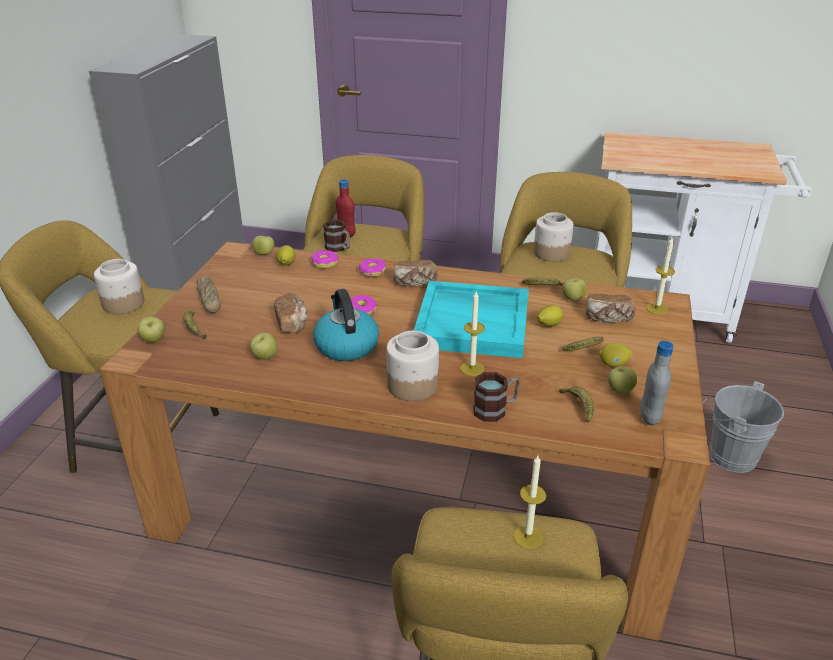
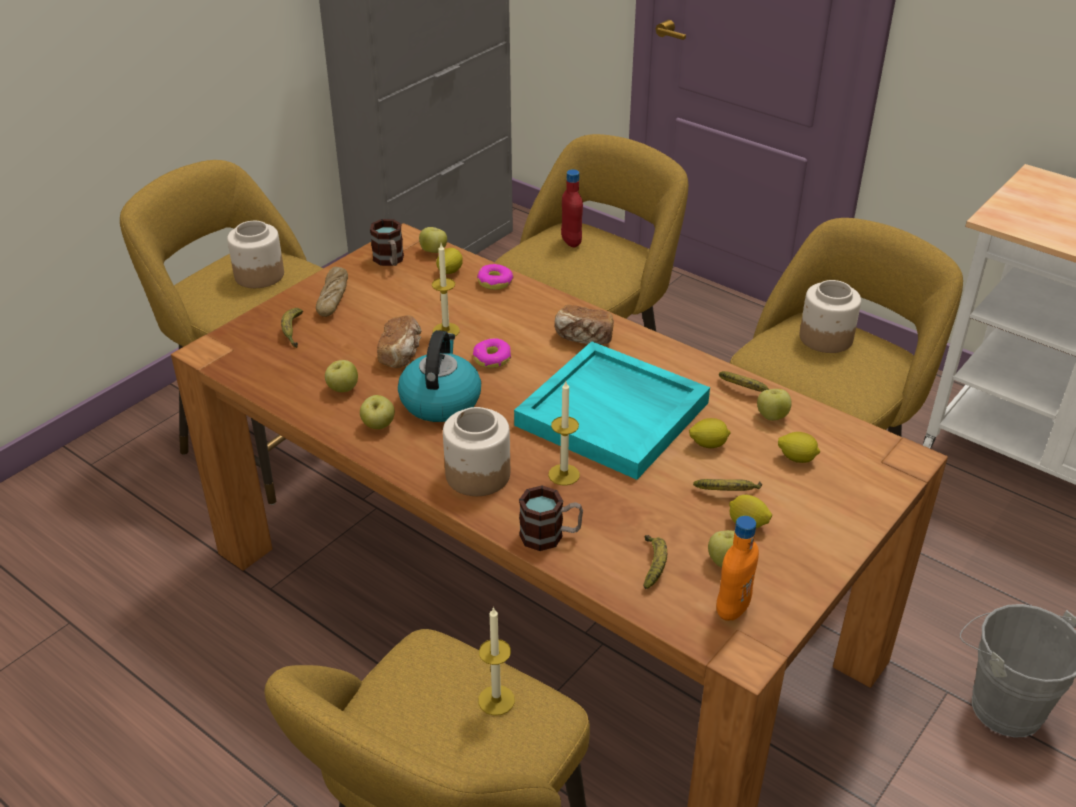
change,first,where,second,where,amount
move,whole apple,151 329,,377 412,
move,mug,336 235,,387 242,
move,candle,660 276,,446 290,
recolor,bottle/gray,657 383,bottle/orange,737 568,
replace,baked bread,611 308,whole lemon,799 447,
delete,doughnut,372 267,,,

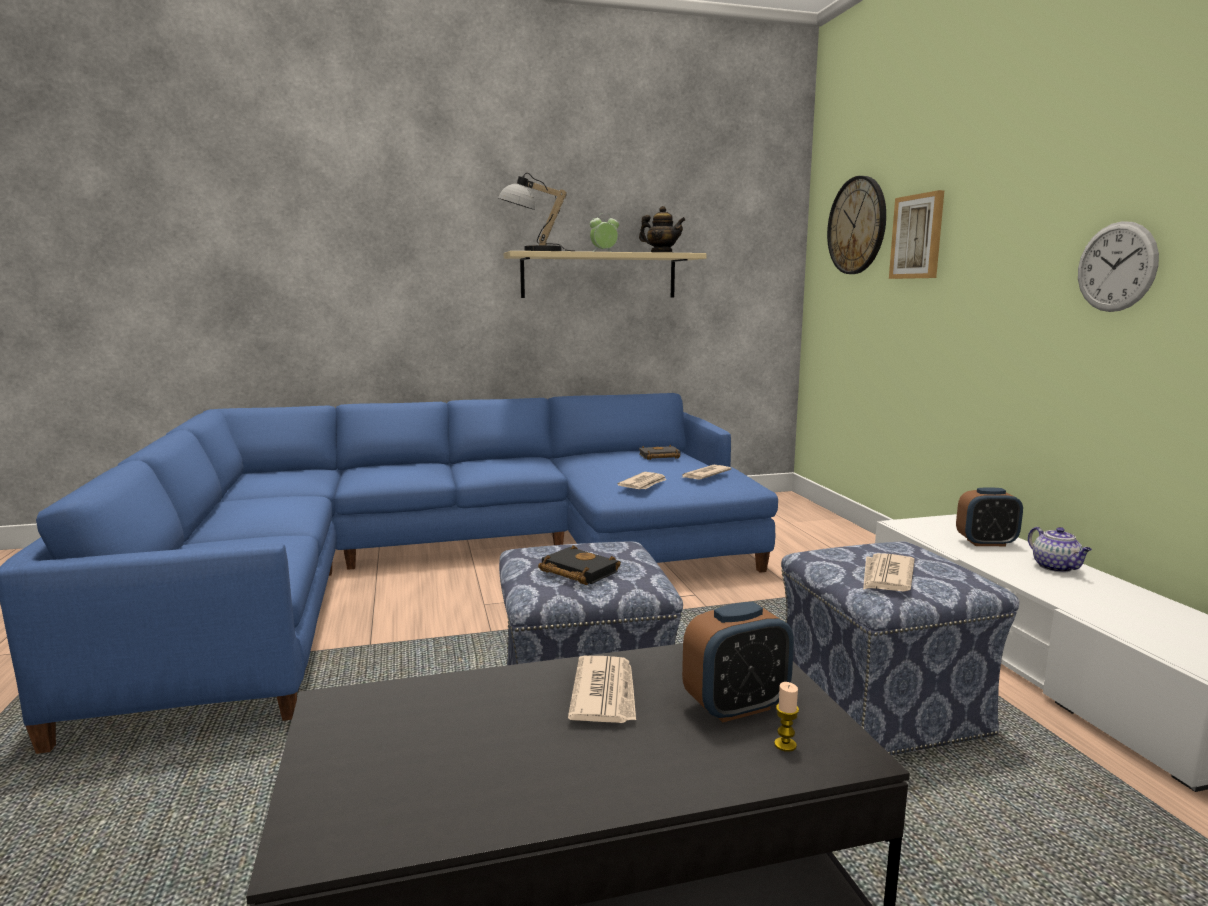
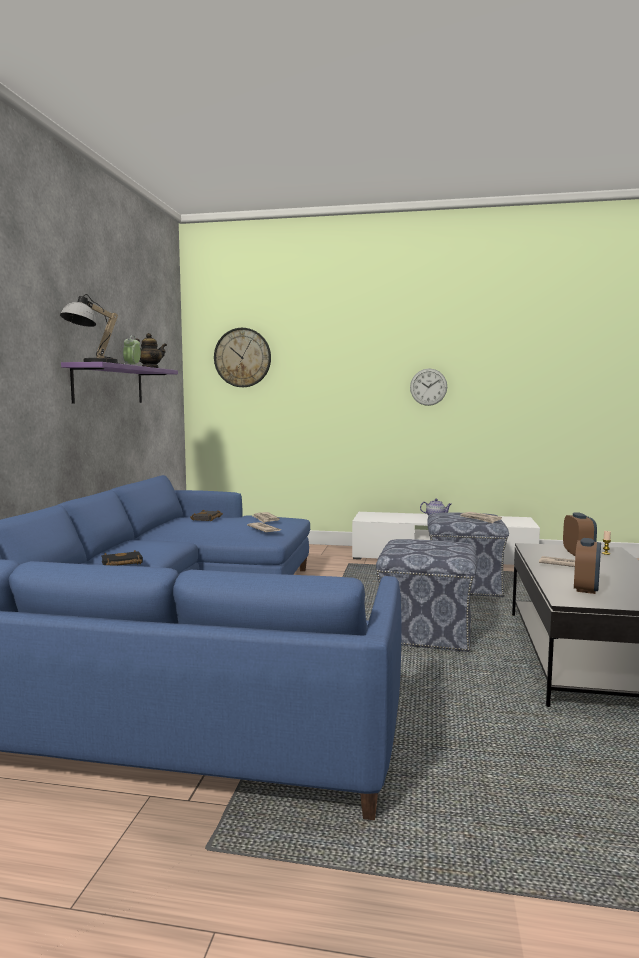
change,first,where,second,where,amount
recolor,shelf/beige,605 274,shelf/purplish,119 383,
move,bound book/blackish,579 565,,122 558,
move,alarm clock,989 516,,587 566,
delete,wall picture,916 234,,,

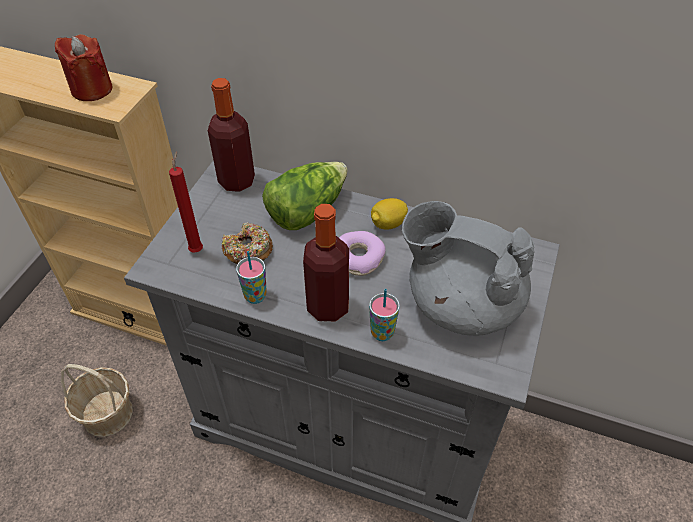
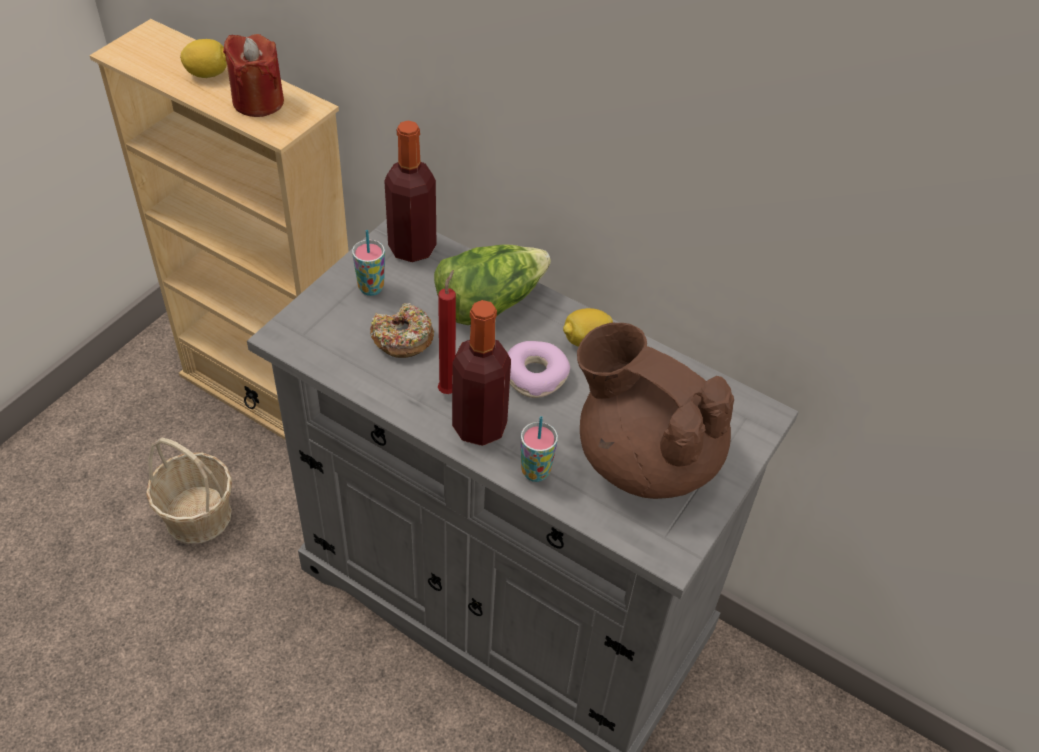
change,first,where,second,where,amount
insert,,,whole lemon,203 58,
move,drinking cup,251 277,,368 263,
move,candle/red-coloured,186 202,,447 332,
recolor,teapot/gray,468 268,teapot/brownish,655 410,

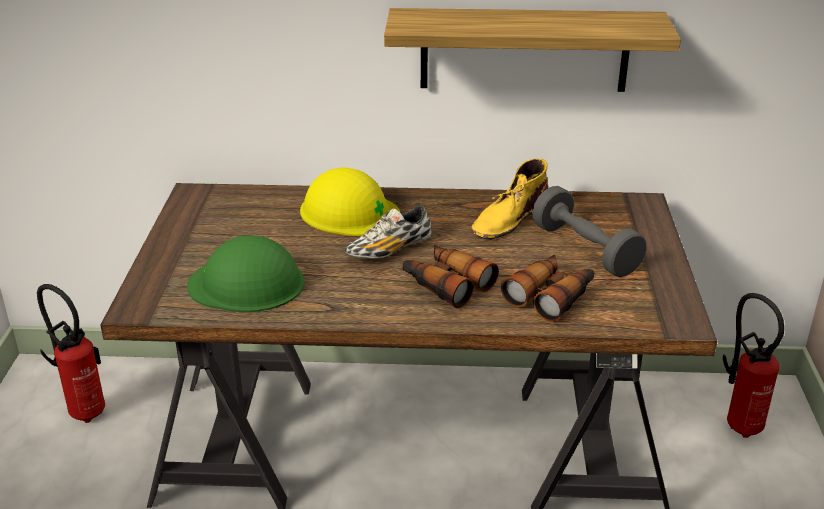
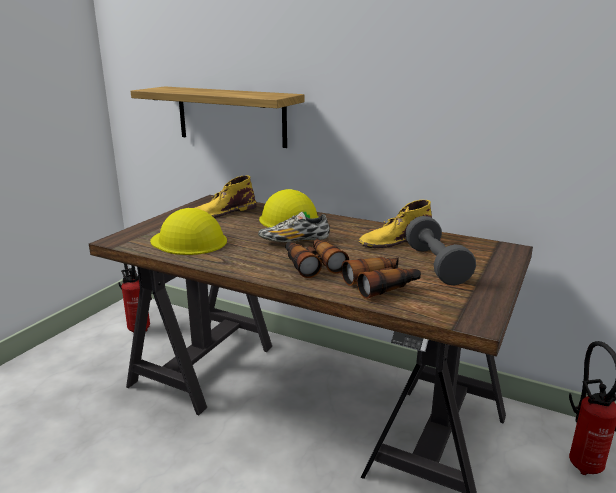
change,first,where,second,where,amount
move,shelf,532 50,,217 117,
recolor,hard hat/green-coloured,246 273,hard hat/yellow-coloured,188 231,
insert,,,tall boot/yellow-coloured,226 196,

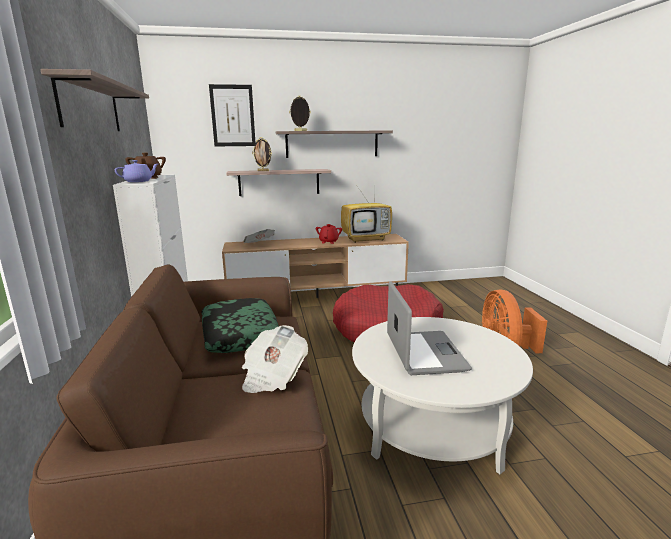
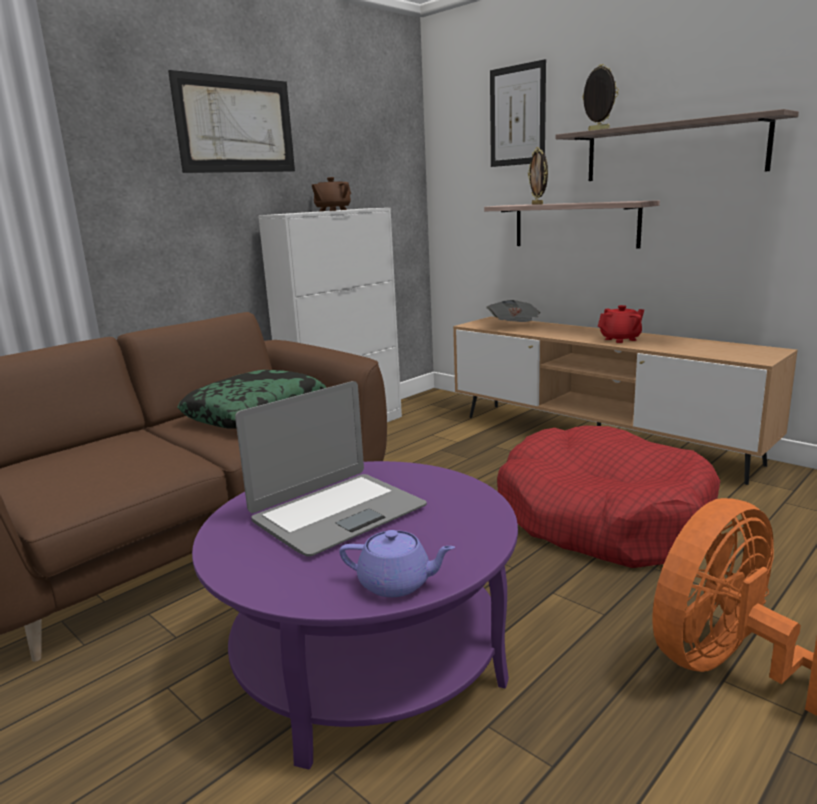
change,first,where,second,where,amount
replace,shelf,94 100,wall picture,231 121,
recolor,low table/whitish,442 395,low table/purplish,355 615,
move,teapot/purplish,136 171,,397 563,
delete,newspaper,275 359,,,
delete,TV,366 211,,,

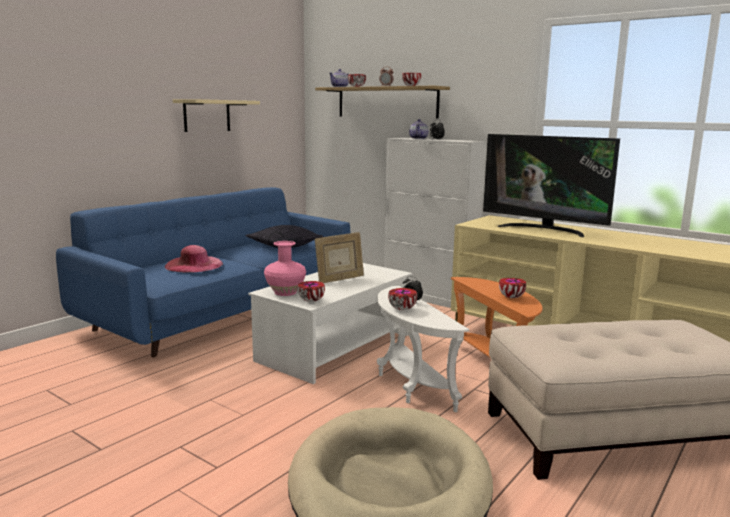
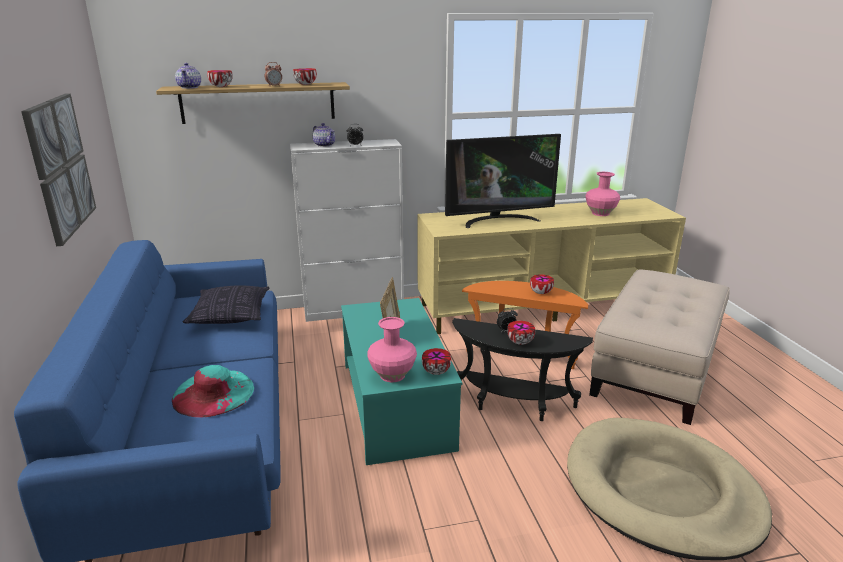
change,first,where,second,where,amount
replace,shelf/beige,216 115,wall picture,58 169,
recolor,hat/pink,194 259,hat/turquoise,213 391,
recolor,low table/whitish,330 323,low table/turquoise,401 381,
recolor,end table/whitish,423 348,end table/blackish,522 369,
insert,,,decorative vase/pink,603 194,

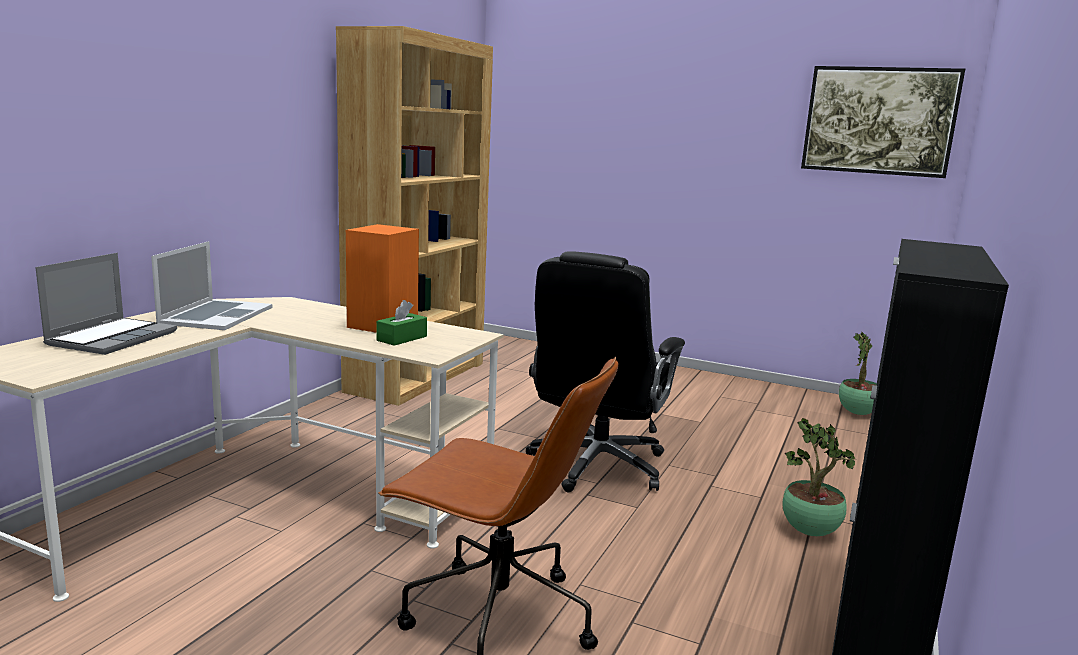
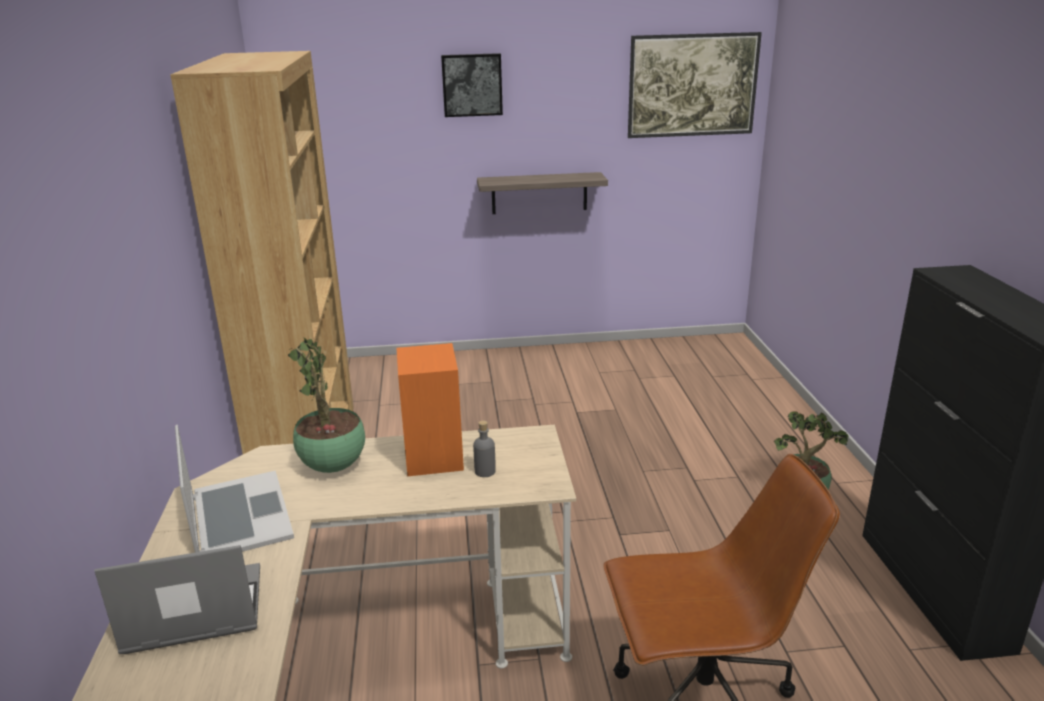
change,first,where,second,where,amount
rotate,laptop,106 304,,177 599,90 degrees counterclockwise
move,plant in a pot,858 373,,326 405,
insert,,,wall picture,472 85,
replace,box of tissues/green-coloured,402 323,bottle/gray,484 448,
insert,,,shelf,542 193,
delete,office chair/blackish,605 371,,,

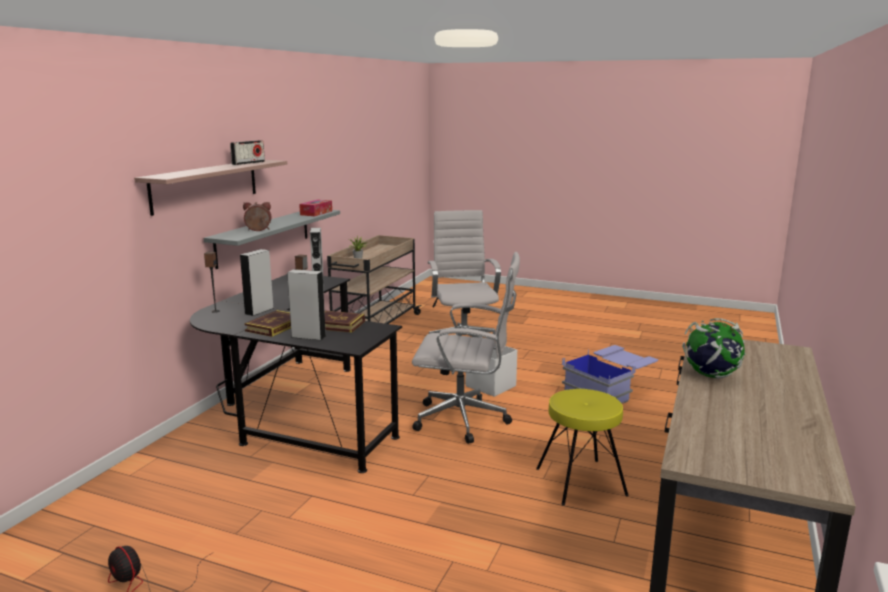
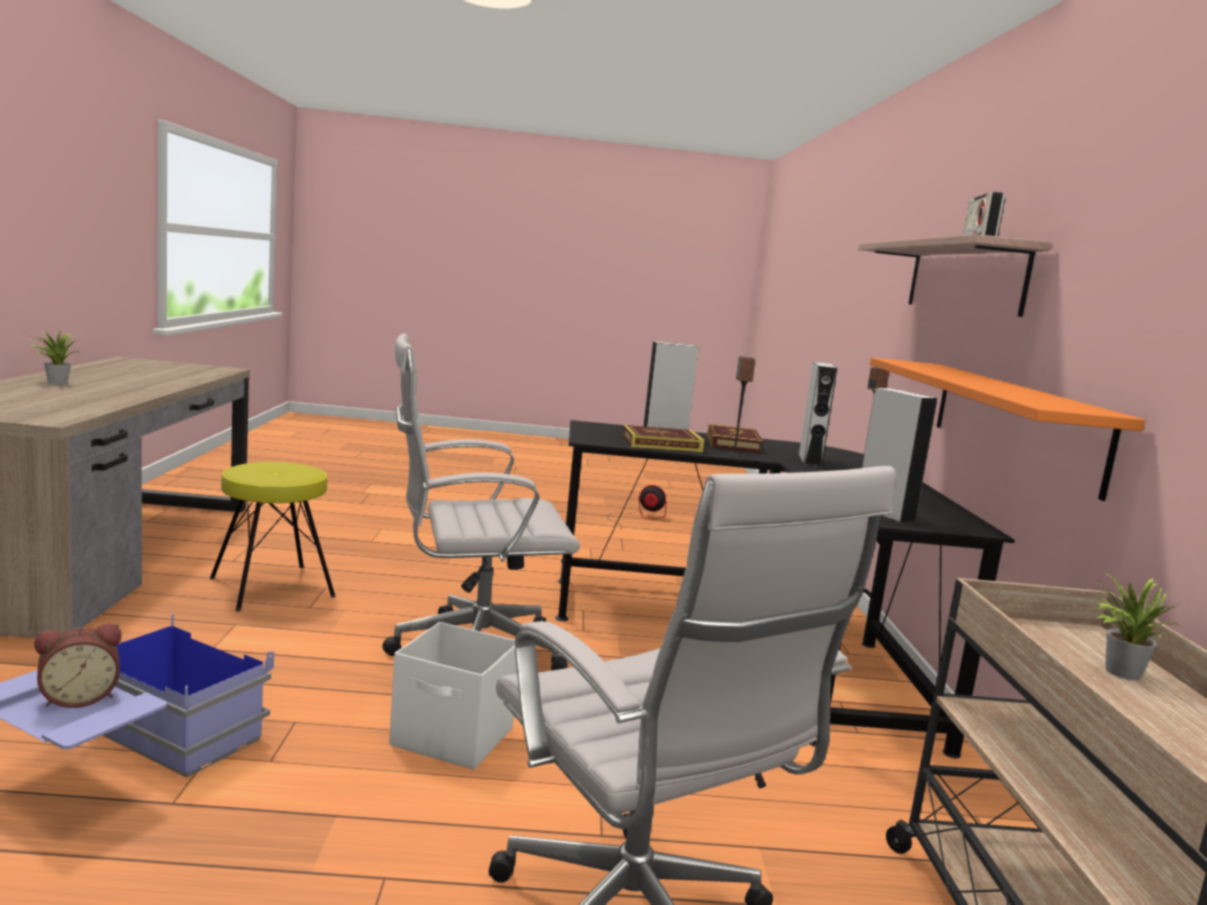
change,first,where,second,where,amount
insert,,,plant in a pot,54 358,
move,alarm clock,257 216,,77 666,
recolor,shelf/gray,272 239,shelf/orange,1007 429,
delete,box of tissues,315 208,,,
delete,globe,714 348,,,

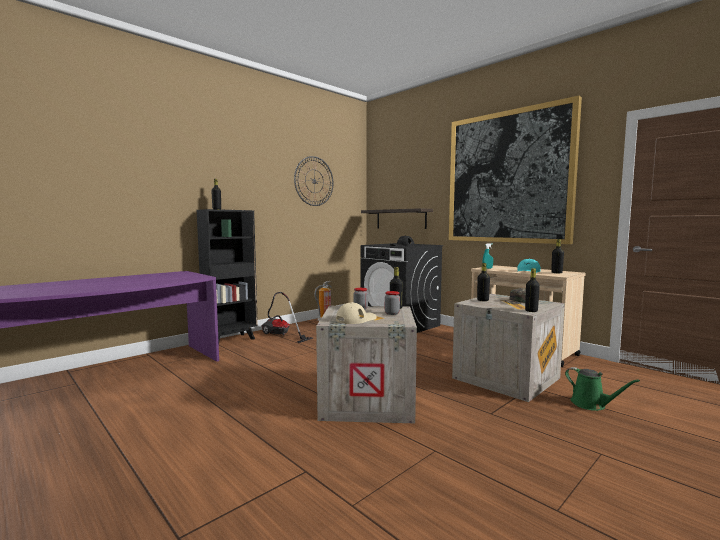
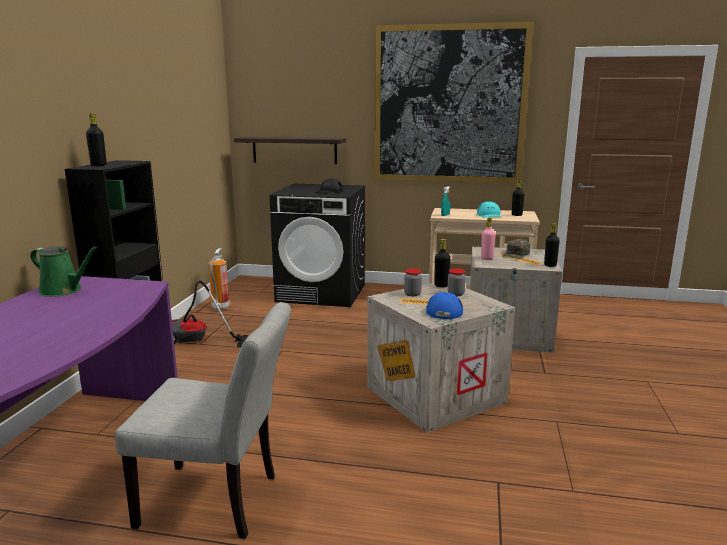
change,first,where,second,where,amount
move,sprinkling can/green-coloured,602 389,,63 271,
insert,,,upright chair/gray,203 420,
recolor,baseball cap/beige,356 313,baseball cap/bluish,444 305,
recolor,bottle/blackish,483 282,bottle/pink,488 238,
delete,hanging clock,313 181,,,

